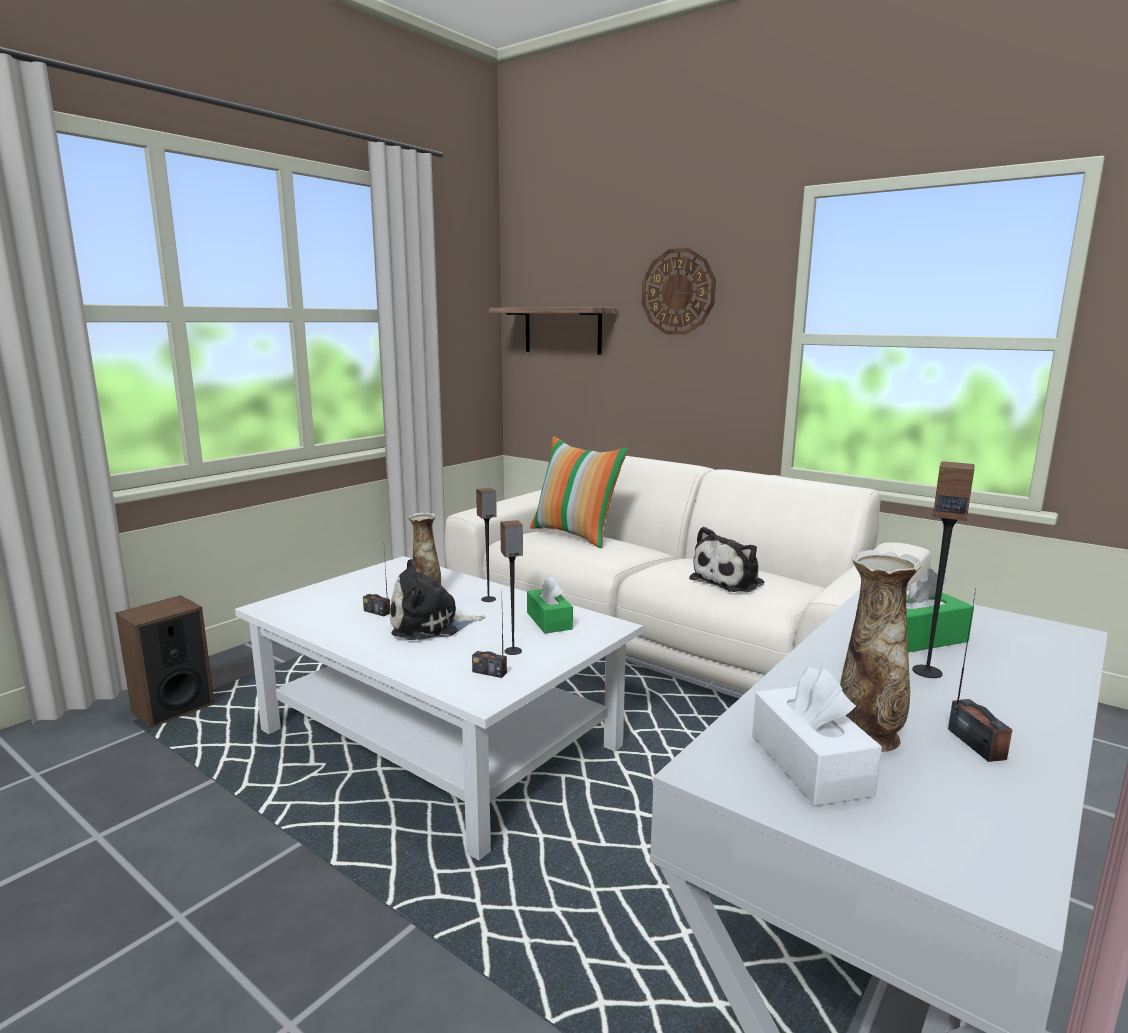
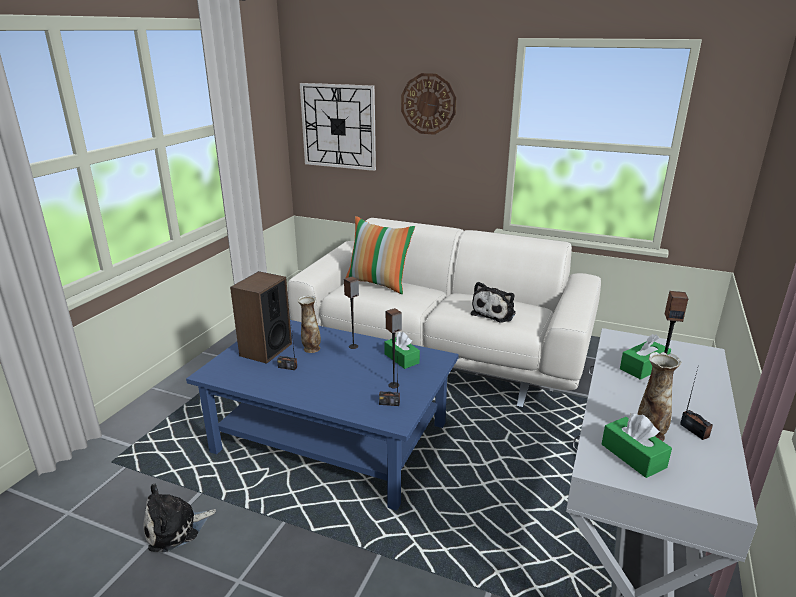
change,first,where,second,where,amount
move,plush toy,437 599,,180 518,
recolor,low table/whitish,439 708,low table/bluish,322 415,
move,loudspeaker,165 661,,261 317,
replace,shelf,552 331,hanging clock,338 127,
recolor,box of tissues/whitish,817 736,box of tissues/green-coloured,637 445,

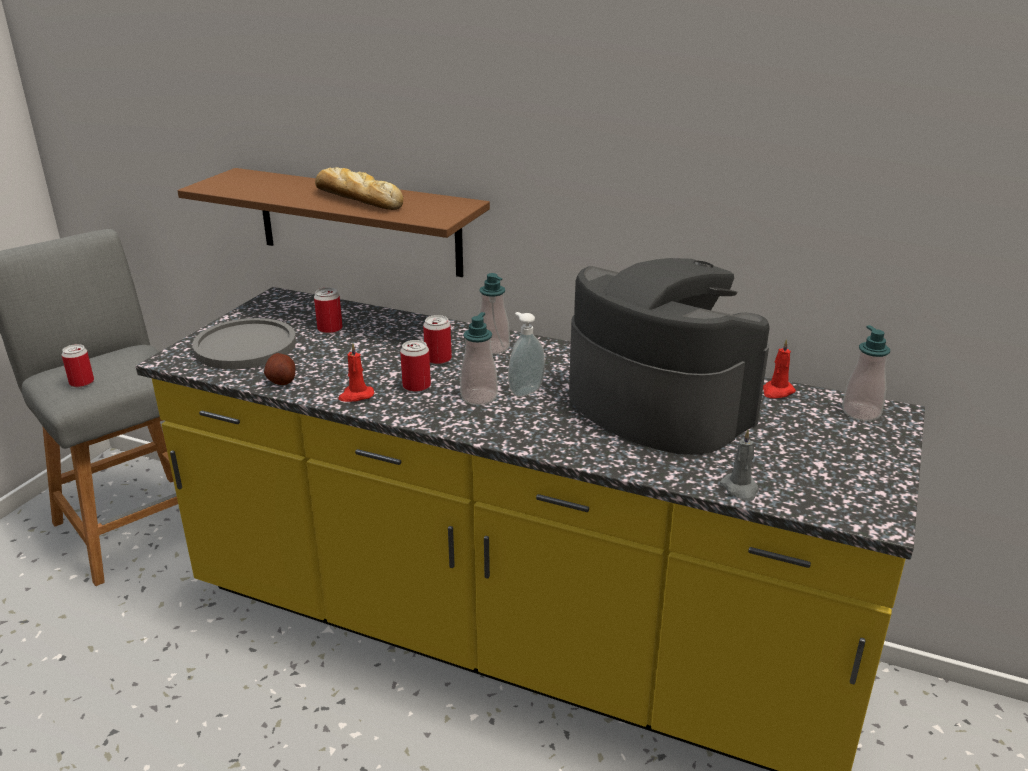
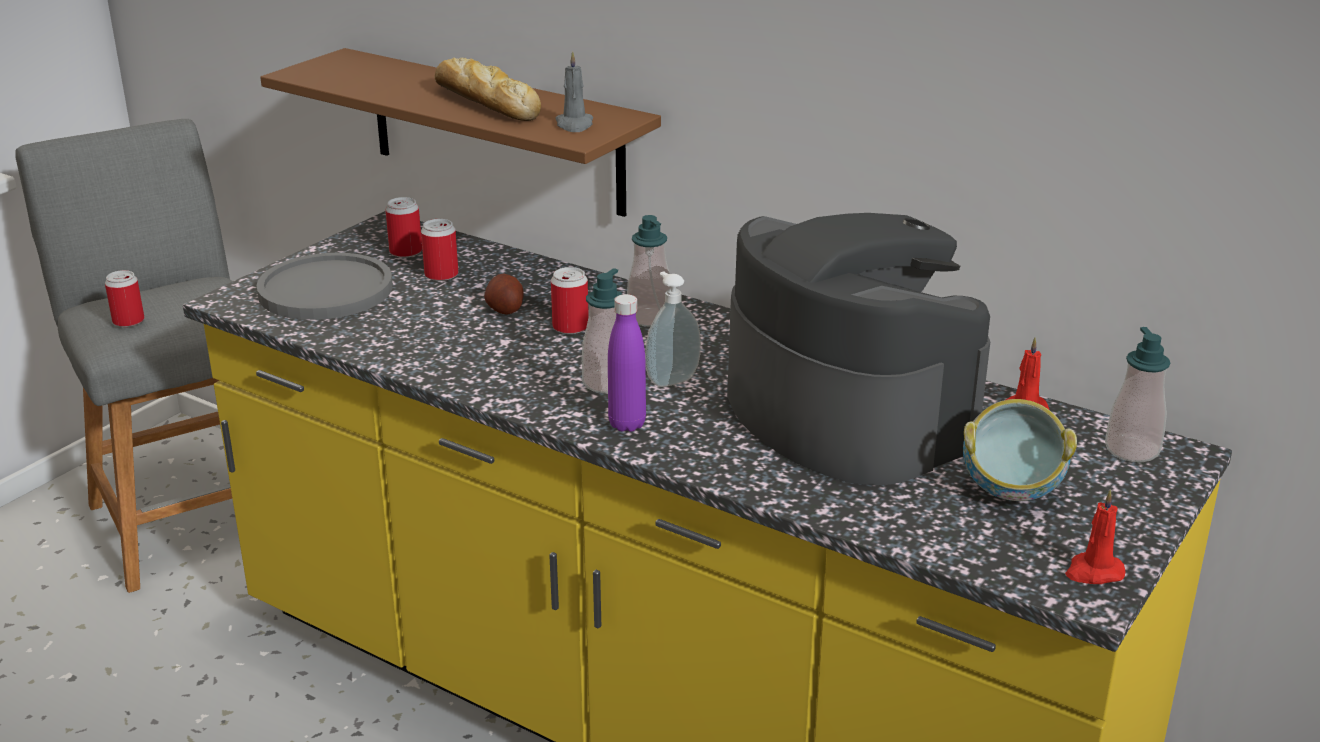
change,first,where,second,where,amount
move,can,415 366,,403 227,
move,whole potato,280 369,,504 294,
move,candle/gray,739 465,,574 91,
insert,,,bottle/purplish,627 363,
insert,,,deep dish,1020 450,
move,candle/red-coloured,356 372,,1095 537,

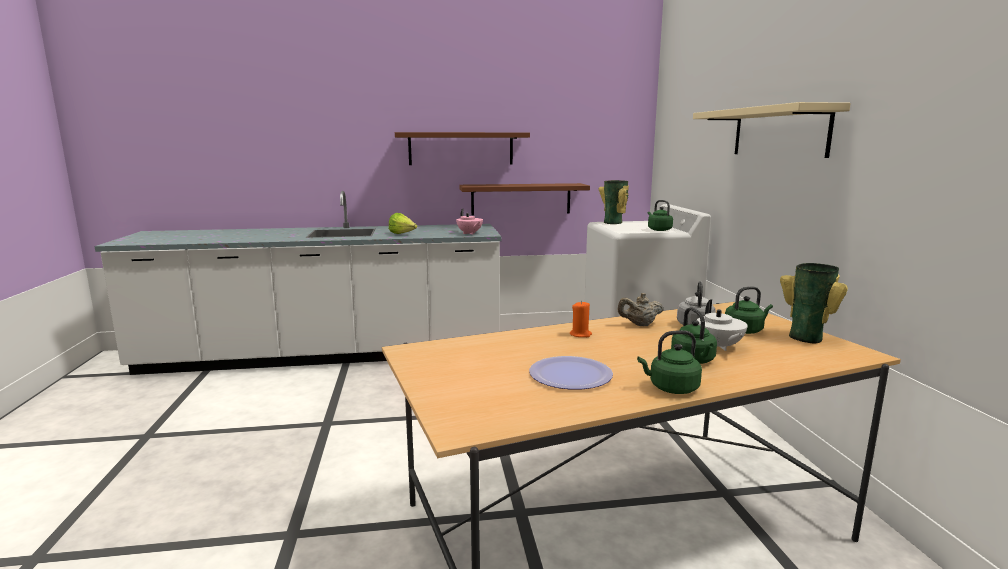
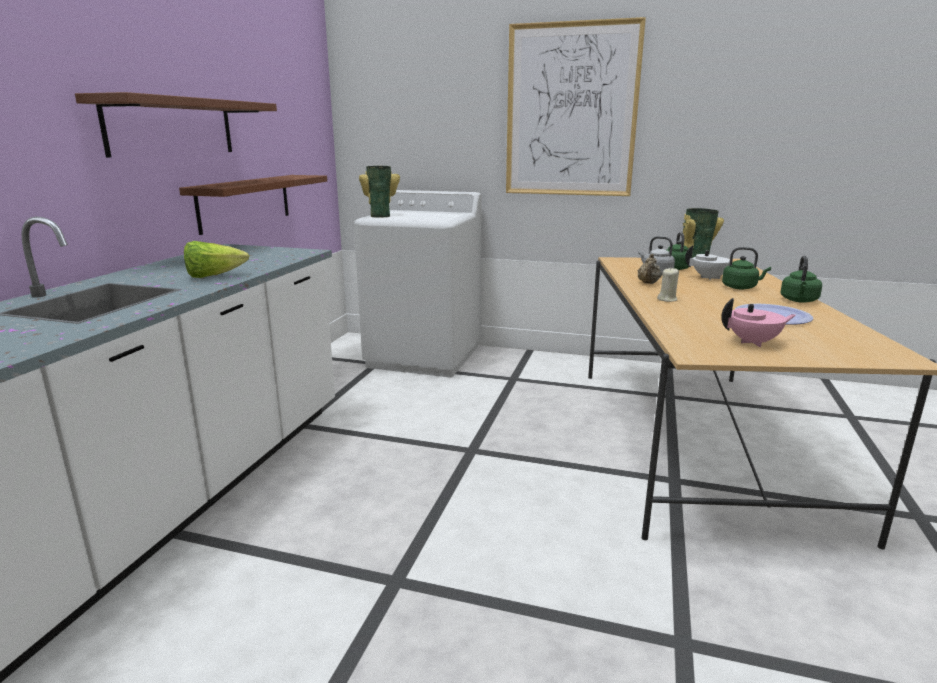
change,first,where,second,where,amount
replace,shelf/beige,772 130,wall picture,576 106,
recolor,candle/orange,581 319,candle/beige,668 285,
move,teapot/pink,469 221,,758 322,
delete,kettle/green-coloured,660 215,,,

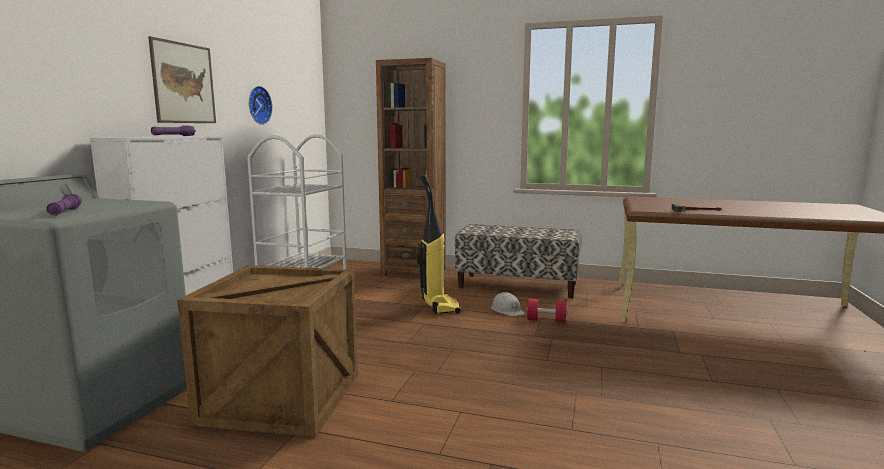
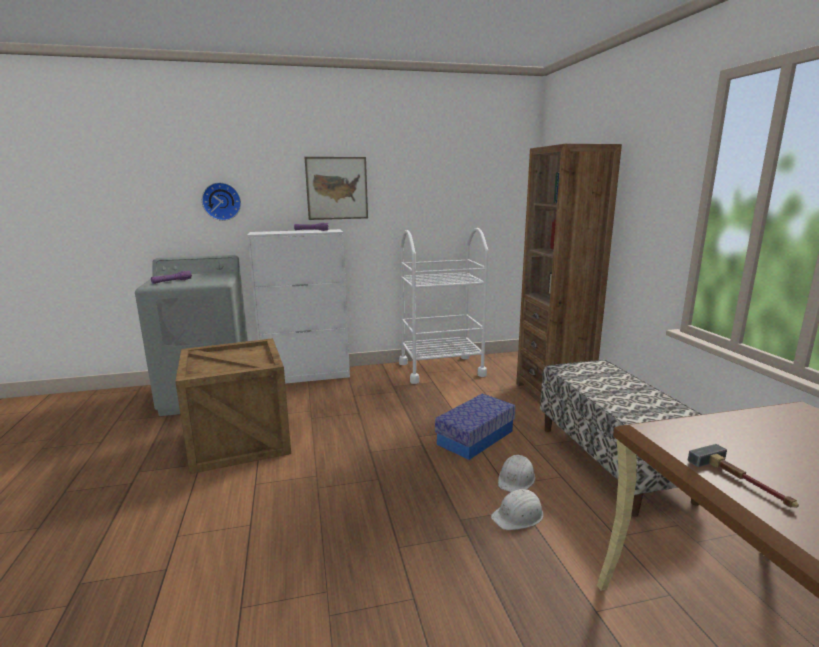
change,first,where,second,where,amount
move,hanging clock,260 105,,221 201,
replace,vacuum,439 244,storage bin,475 427,
replace,dumbbell/red-coloured,547 311,hard hat/whitish,517 509,

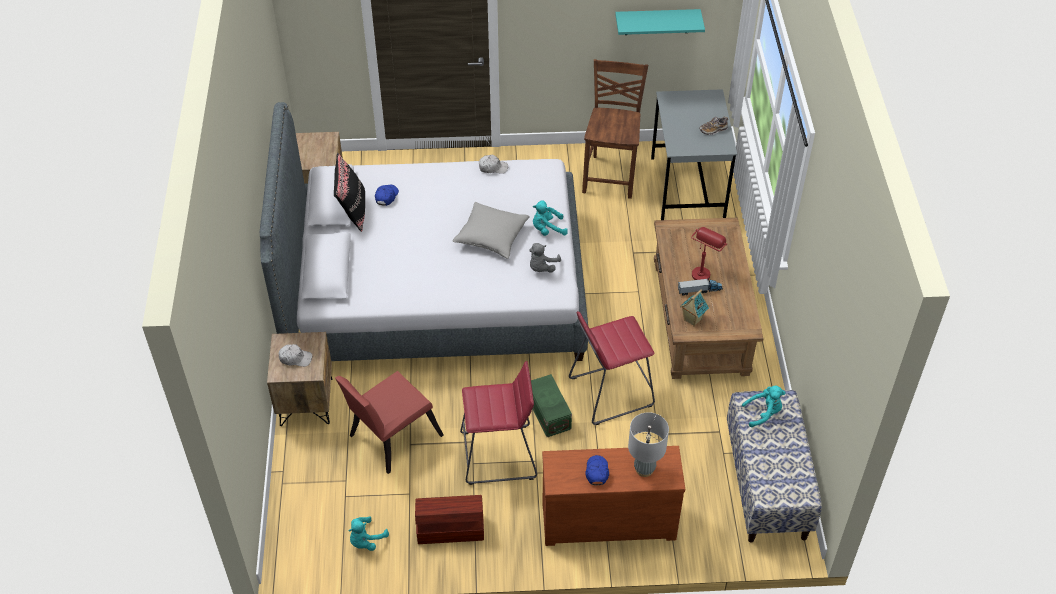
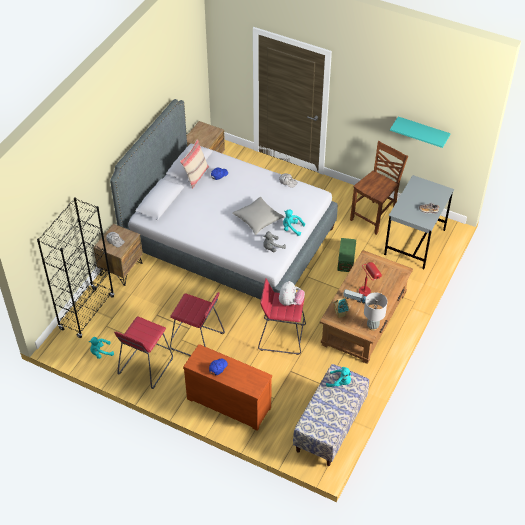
change,first,where,second,where,amount
insert,,,shelving unit/blackish,75 267,
replace,storage bin/brownish,449 519,sitting stool/red-coloured,143 352,
recolor,throw pillow/blackish,349 192,throw pillow/beige,194 164,
insert,,,plush toy,292 293,
move,storage bin/green-coloured,551 405,,346 255,
move,table lamp/gray,648 444,,375 311,
delete,upright chair/red-coloured,389 422,,,

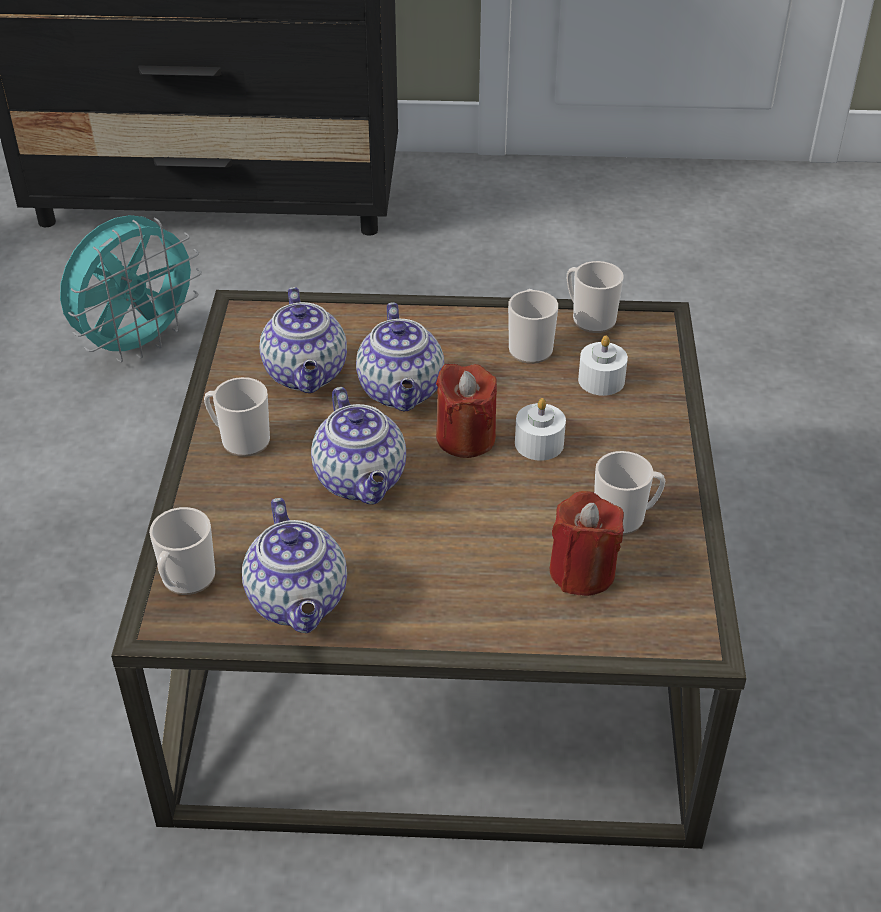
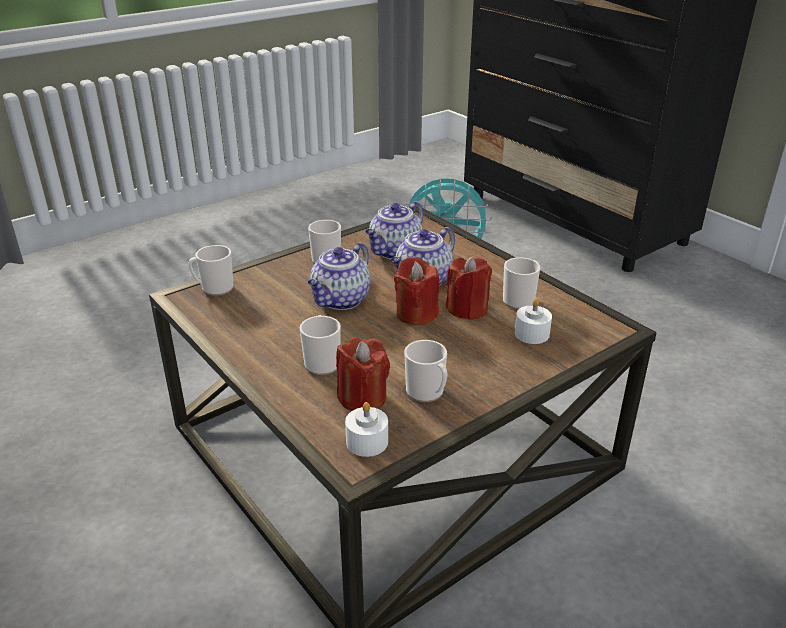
change,first,where,second,where,amount
move,mug,595 297,,320 345,
move,candle/whitish,540 429,,366 429,
insert,,,candle/red-coloured,469 288,
delete,teapot,294 565,,,

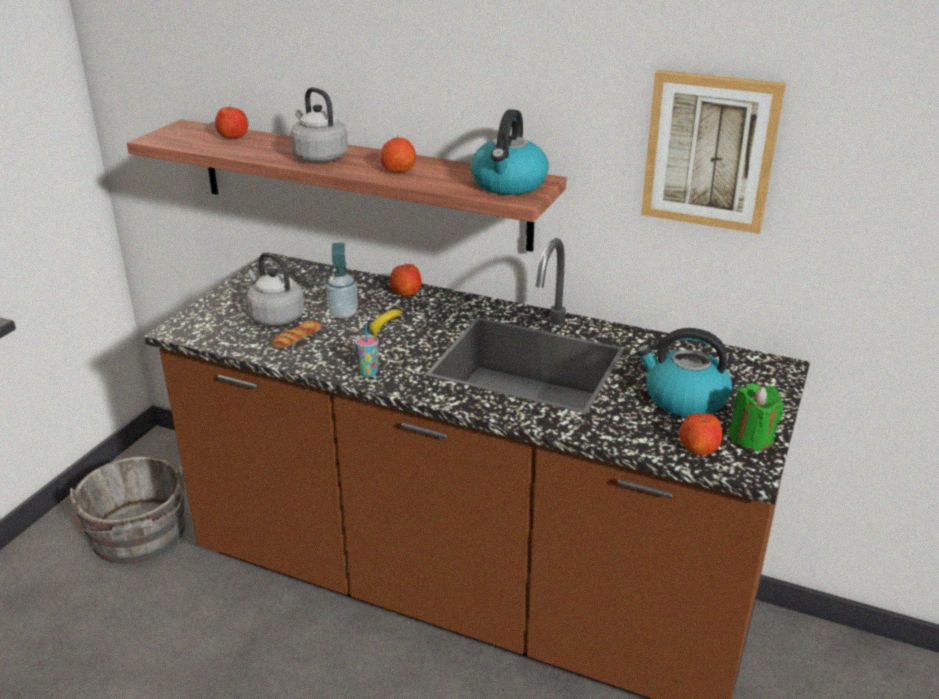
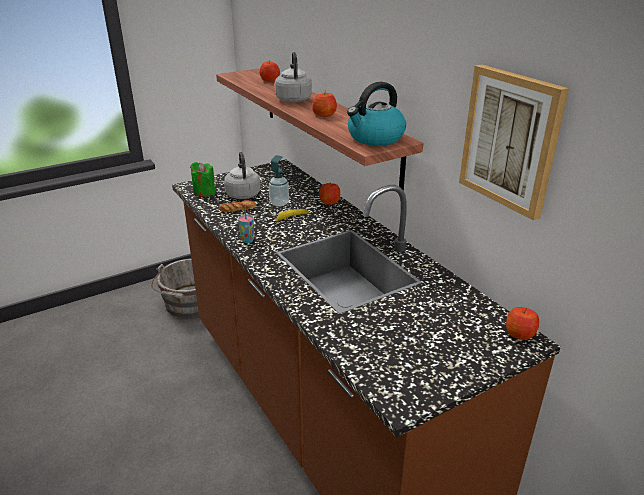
change,first,where,second,where,amount
move,candle/green-coloured,755 417,,202 179,
move,whole apple,700 434,,522 323,
delete,kettle,684 372,,,

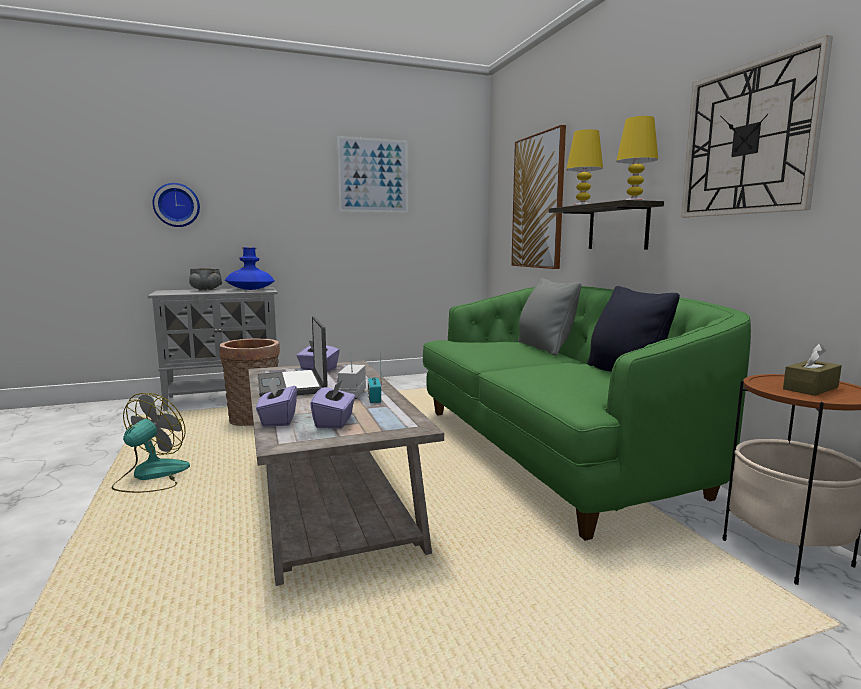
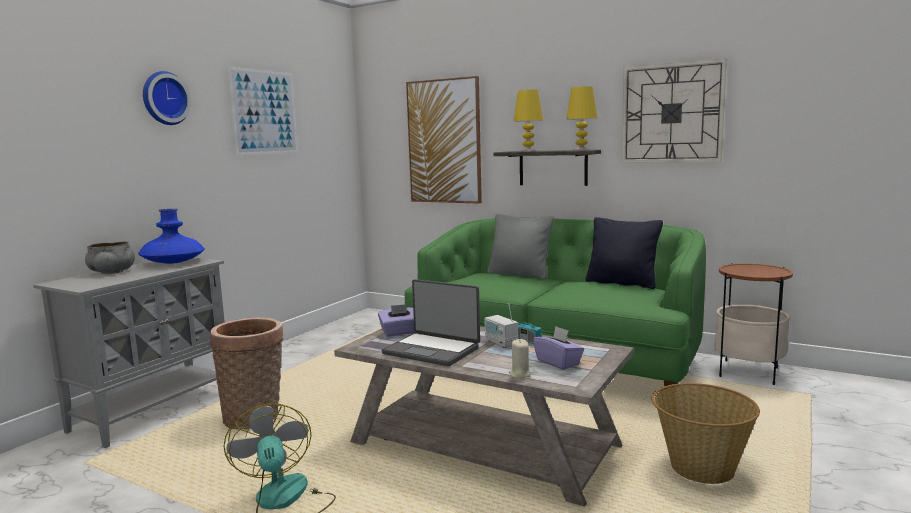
change,first,where,second,where,amount
move,hanging clock,176 205,,167 98,
replace,box of tissues/purplish,276 402,candle/beige,520 358,
insert,,,basket,705 433,
delete,box of tissues/brownish,812 369,,,

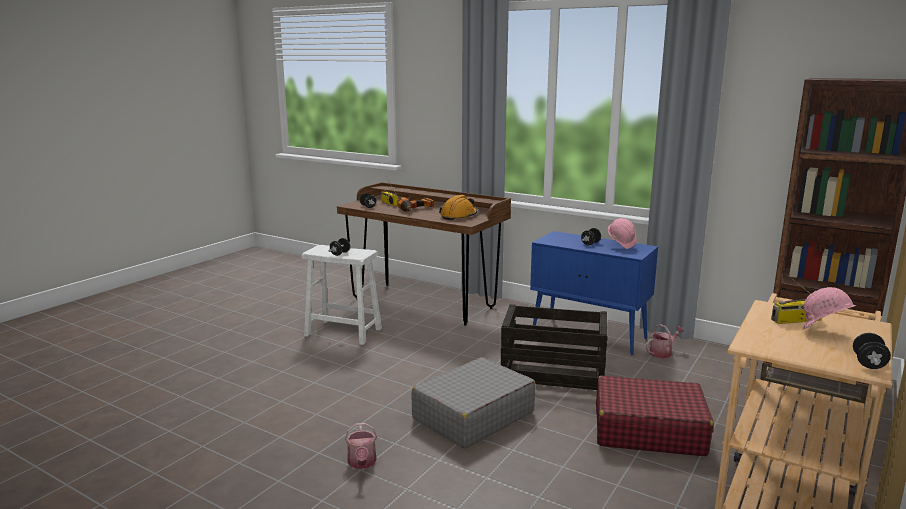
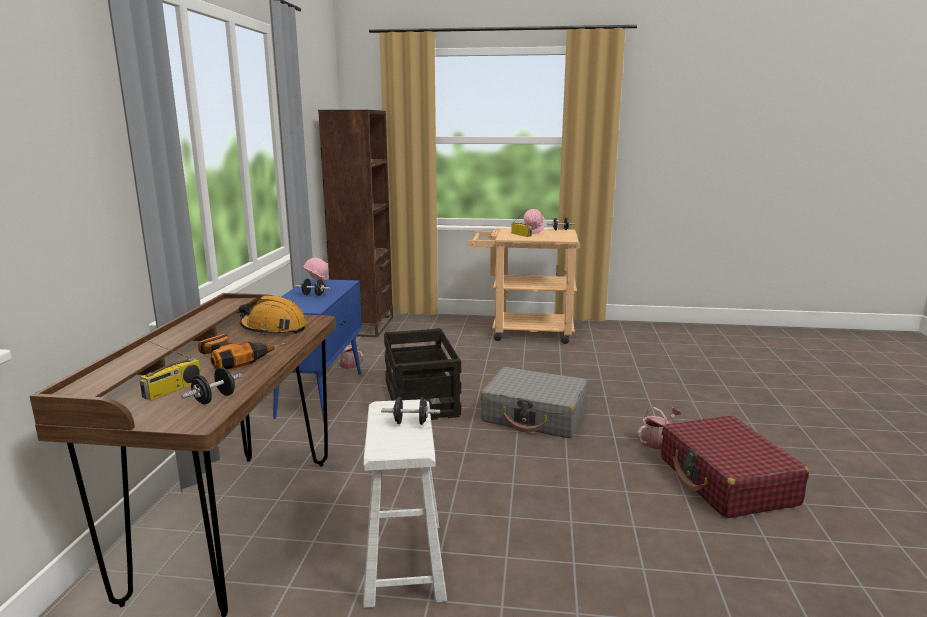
change,first,where,second,where,amount
move,suitcase/red-coloured,655 416,,735 467,

